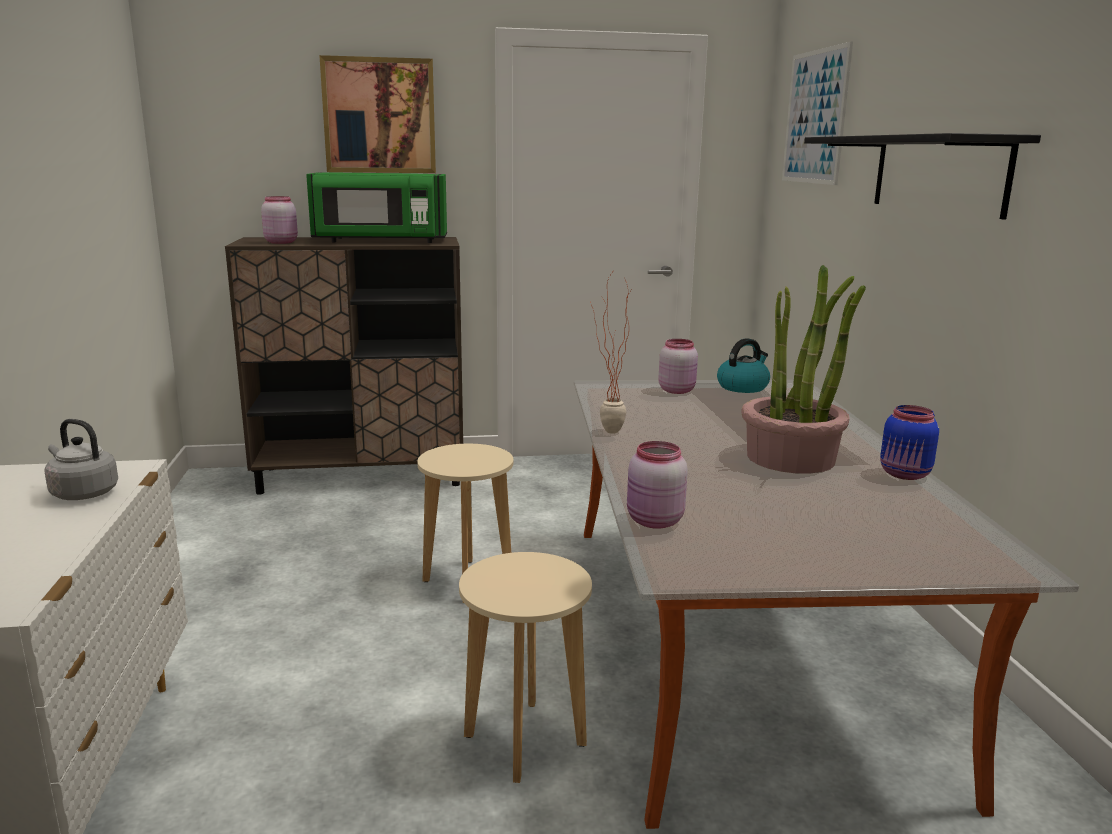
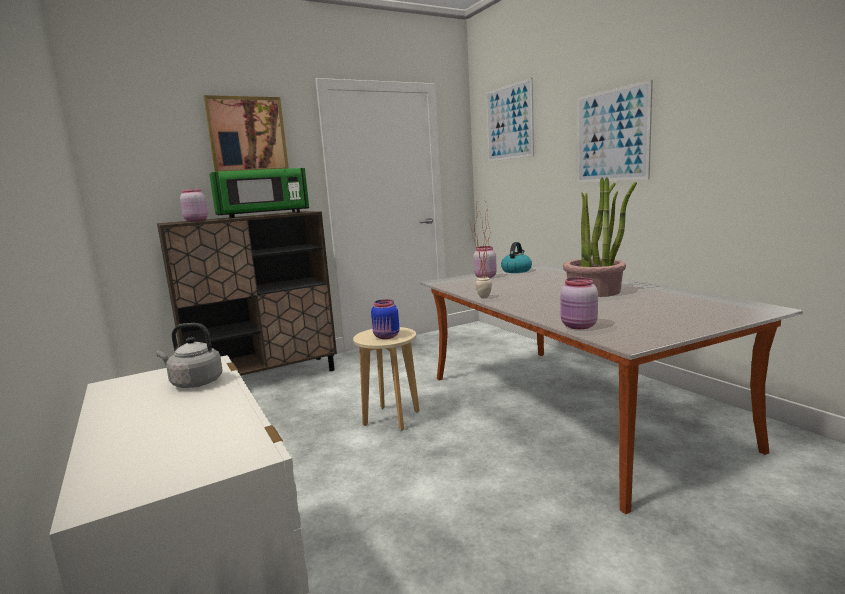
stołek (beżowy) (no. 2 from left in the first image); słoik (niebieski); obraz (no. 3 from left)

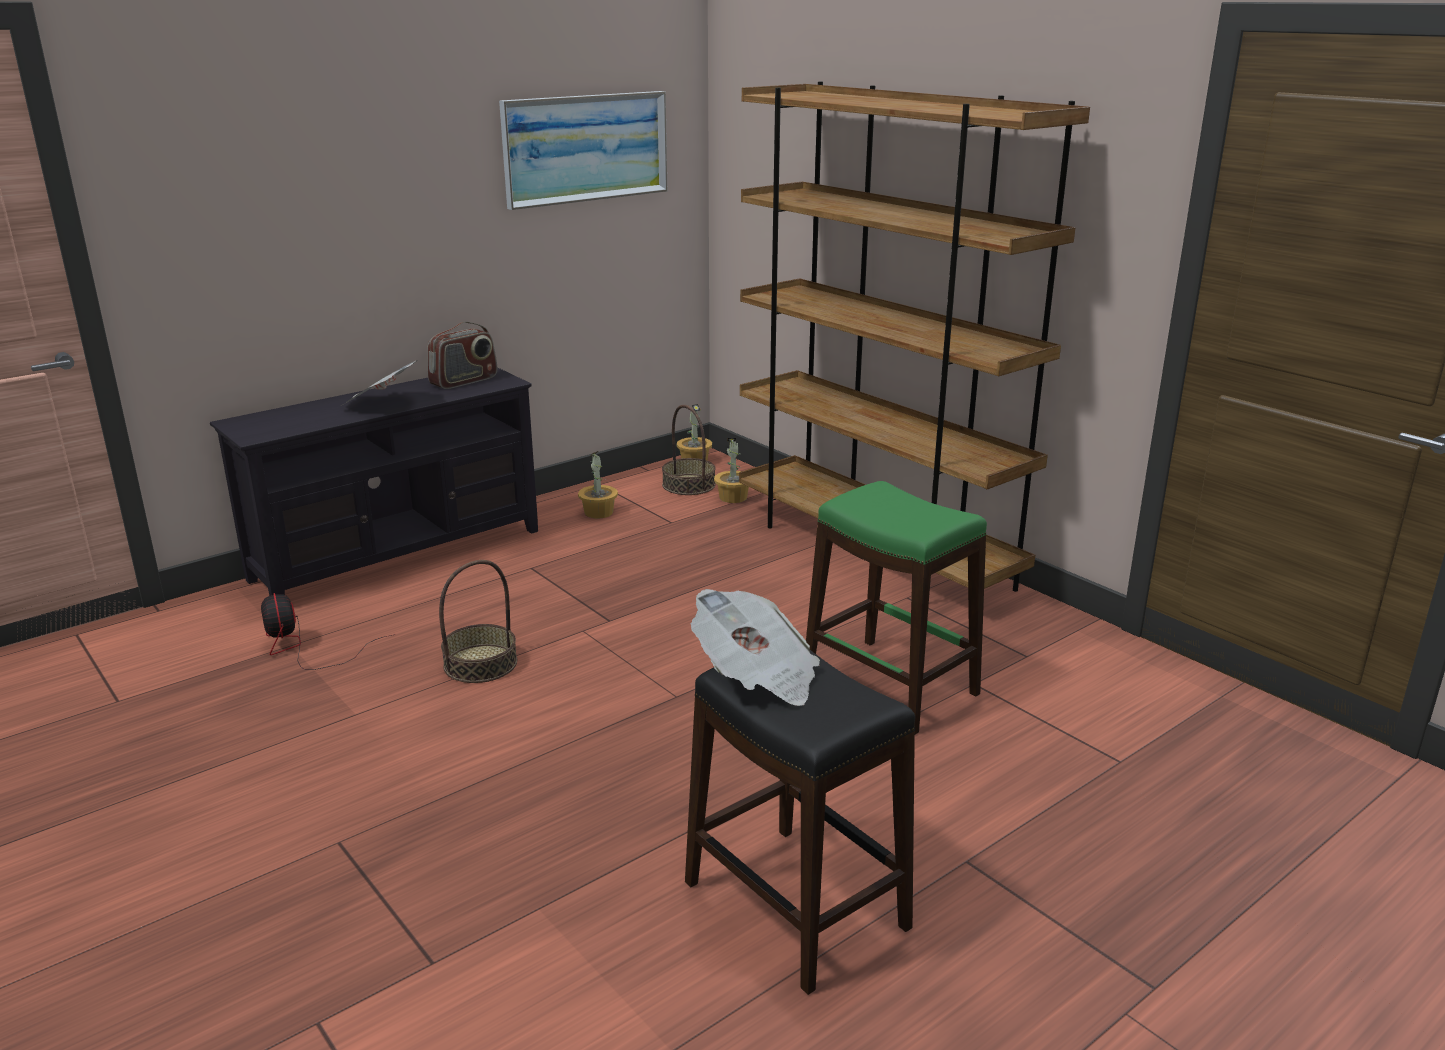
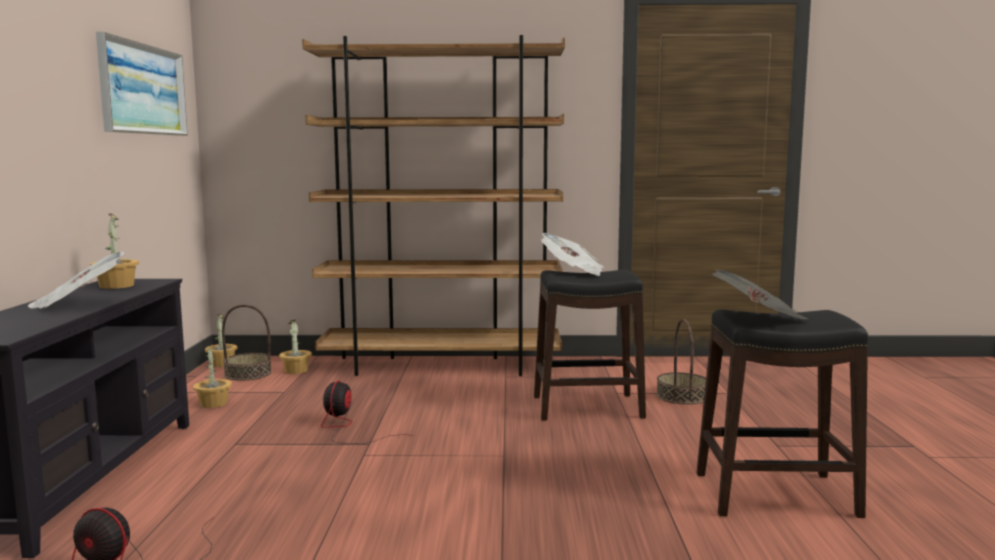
wentylator (no. 2 from left); gazeta (no. 2 from left); koszyk (no. 2 from left); roślina doniczkowa (no. 1 from left); stołek (czarny) (no. 1 from left)

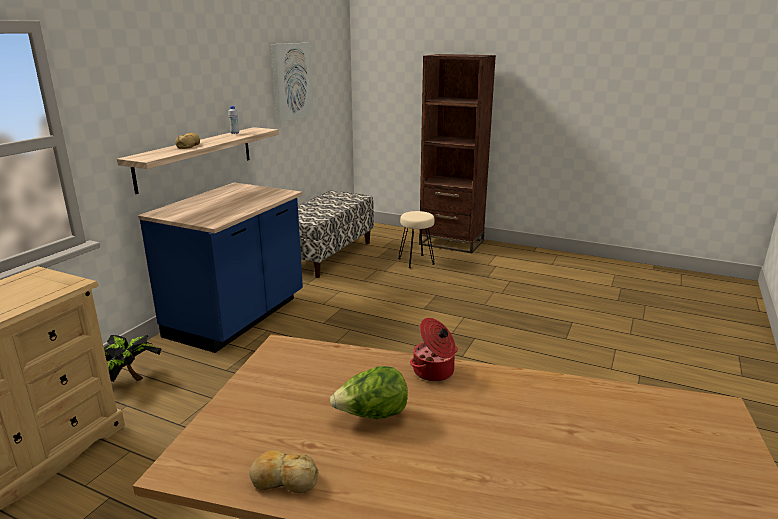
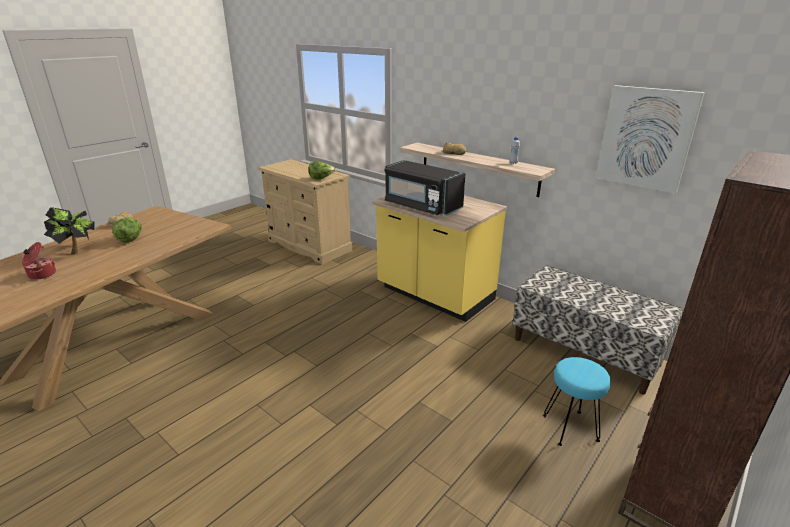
sałata (no. 2 from left); mikrofalówka (czarny); roślina doniczkowa; garnek; zabudowa kuchenna (żółty); stołek (turkusowy)

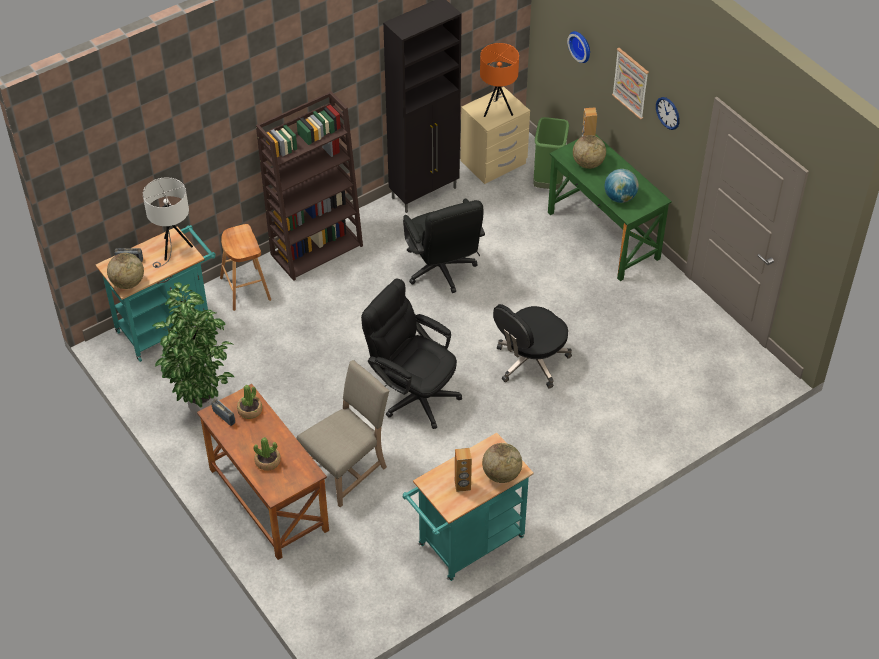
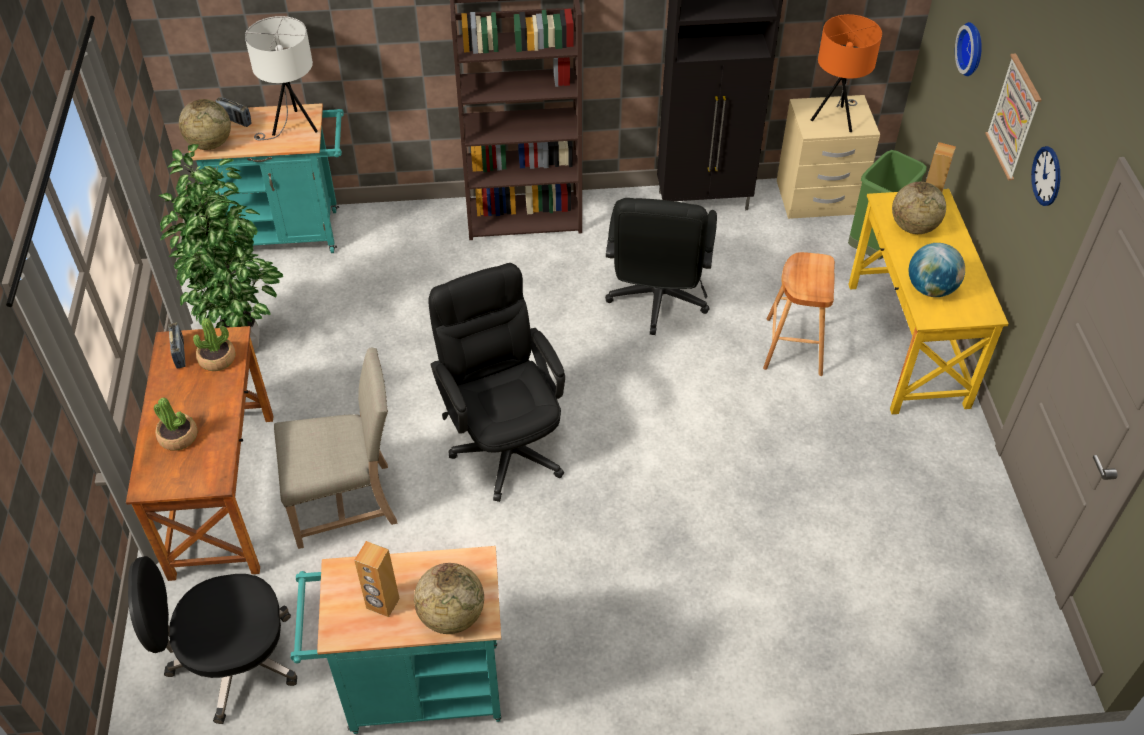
stołek (brązowy); krzesło biurowe (czarny) (no. 1 from left); biurko (żółty)

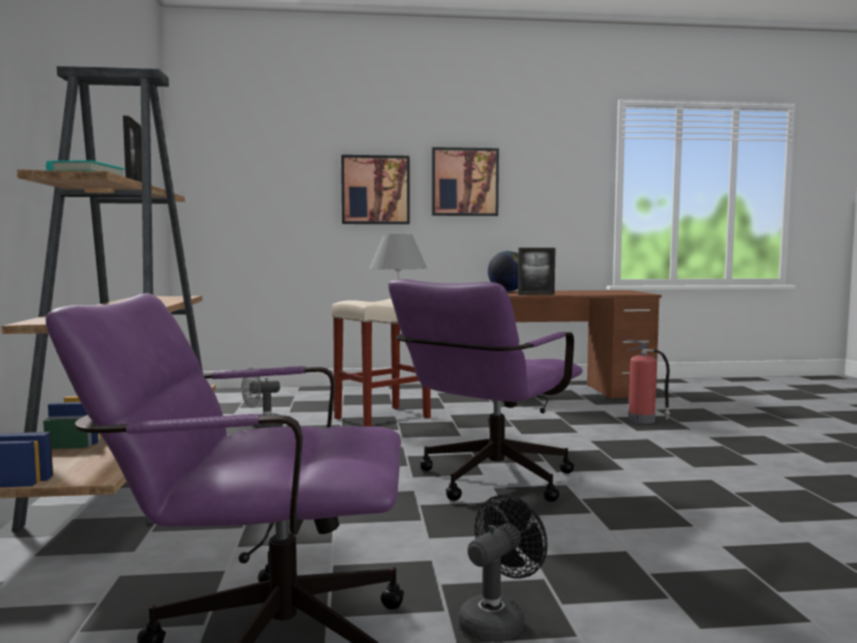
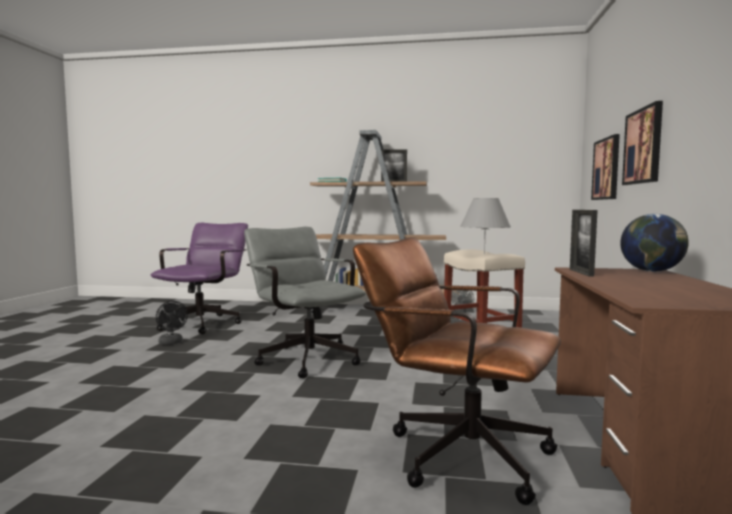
obraz (no. 1 from left); krzesło biurowe (brązowy); krzesło biurowe (szary)

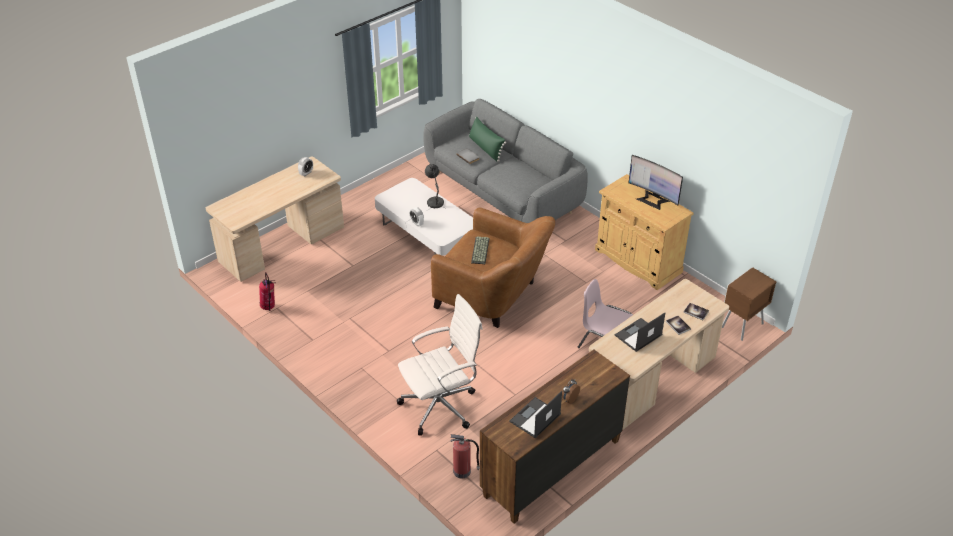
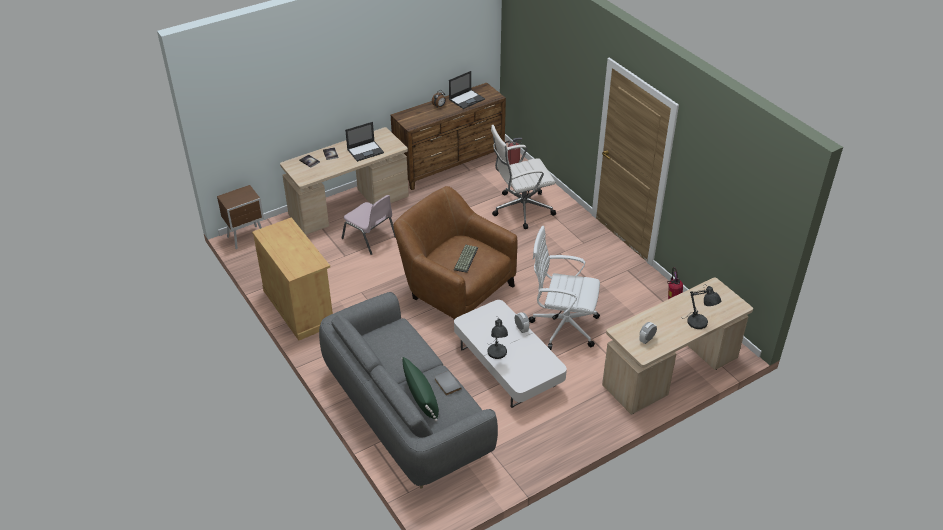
monitor; krzesło biurowe (biały) (no. 2 from left); lampa stołowa (szary) (no. 2 from left)

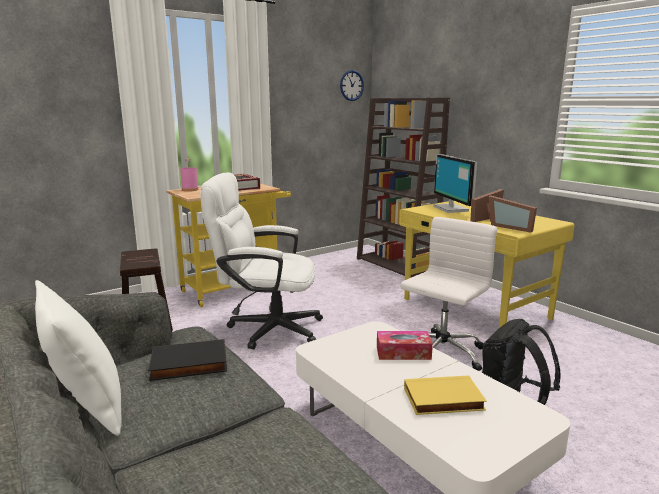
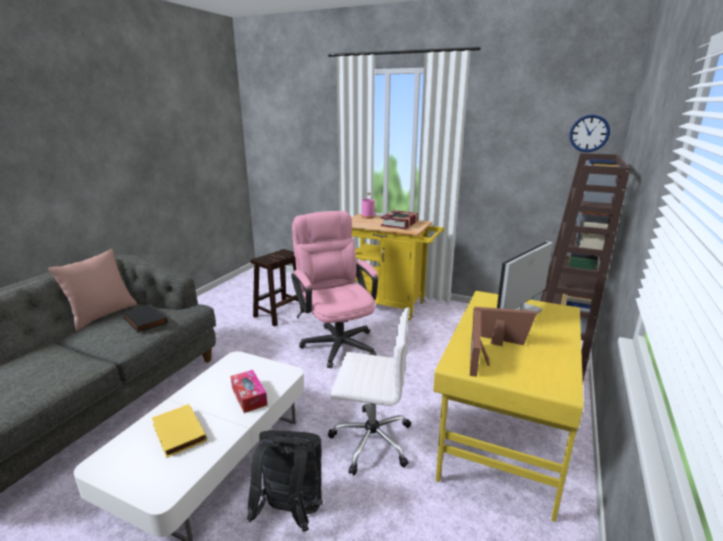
poduszka (różowy); krzesło biurowe (różowy)

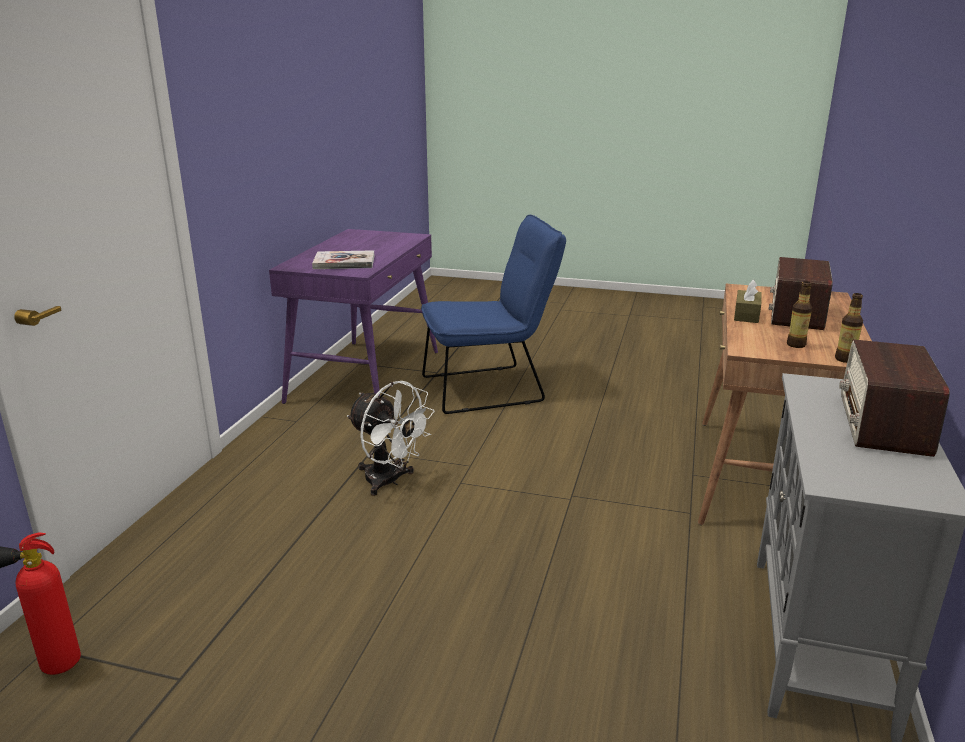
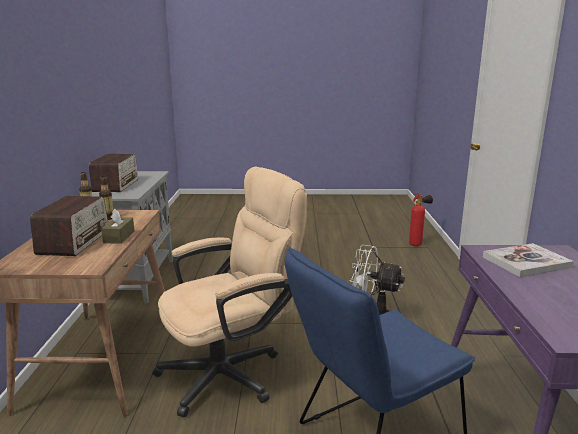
krzesło biurowe (beżowy)

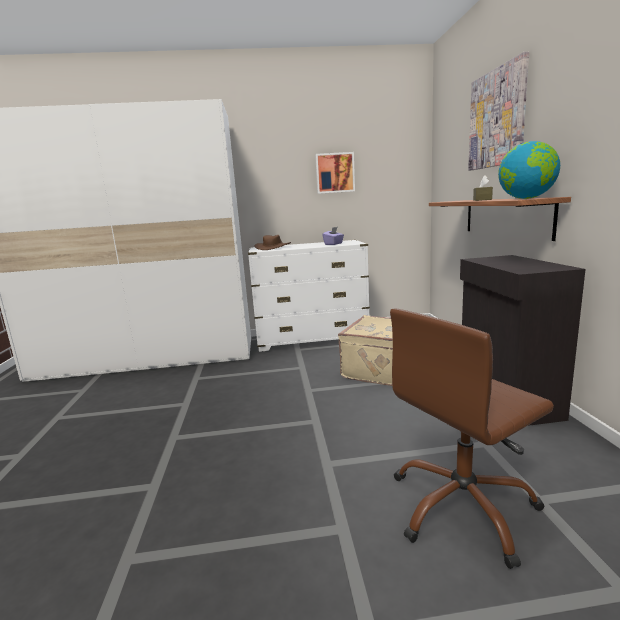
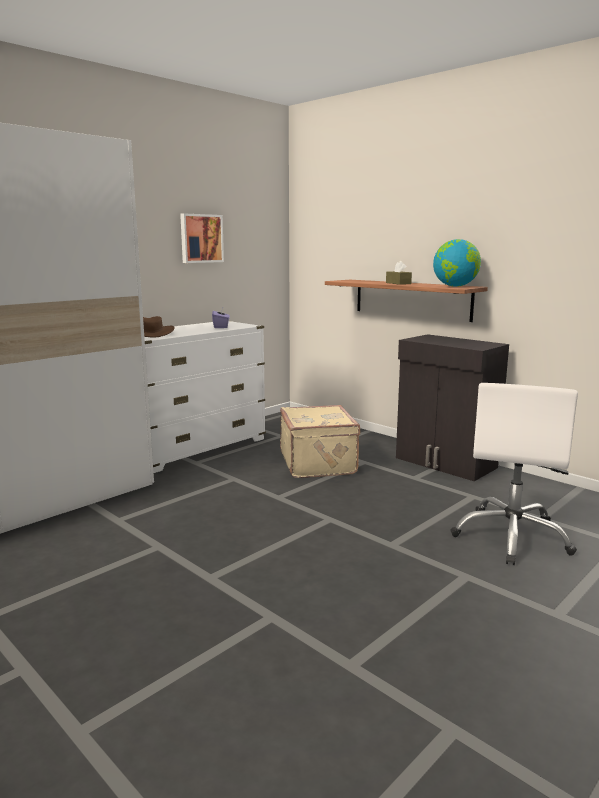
obraz (no. 2 from left in the first image); krzesło biurowe (biały)

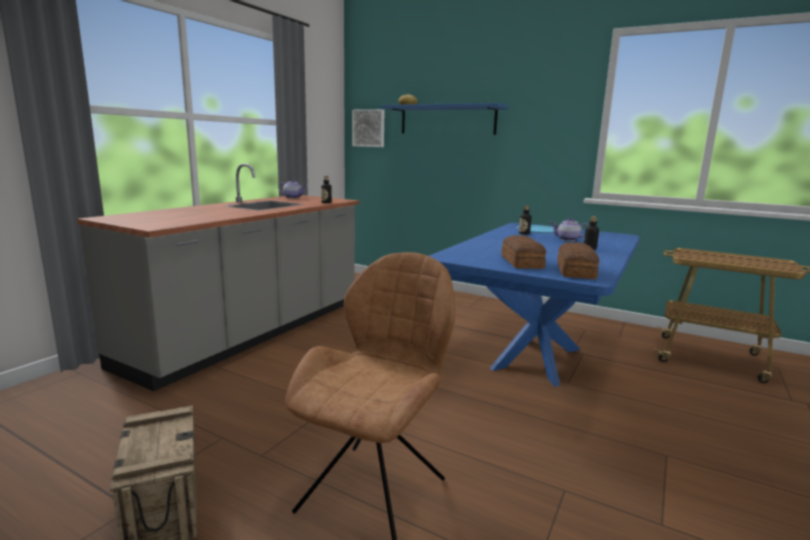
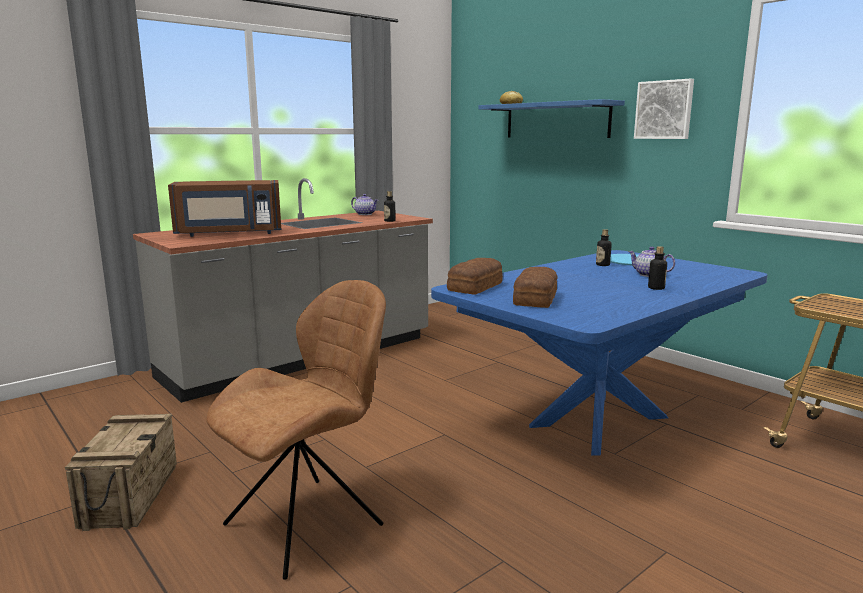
mikrofalówka (brązowy); obraz; chleb (no. 1 from left)

